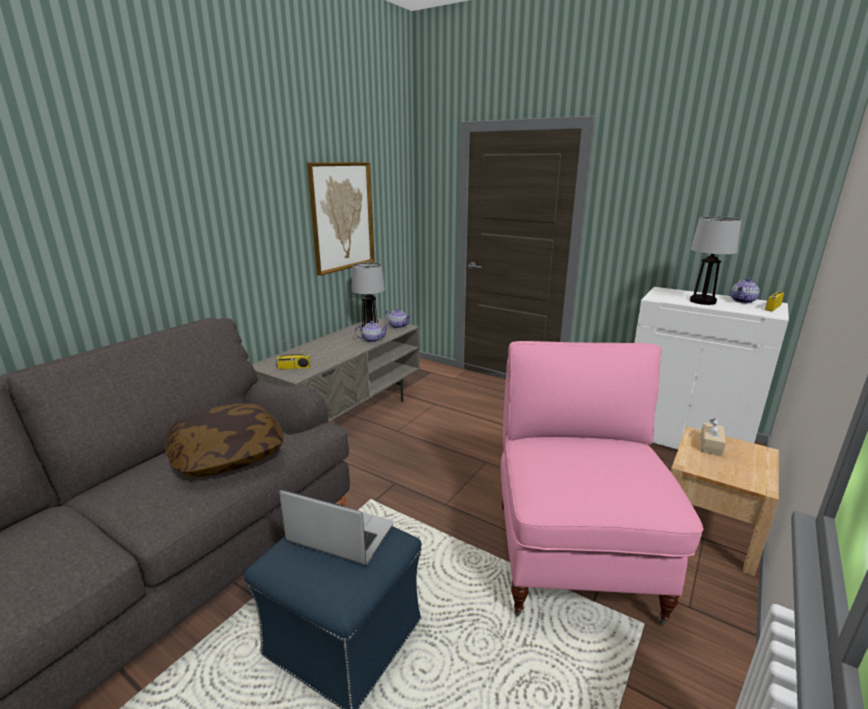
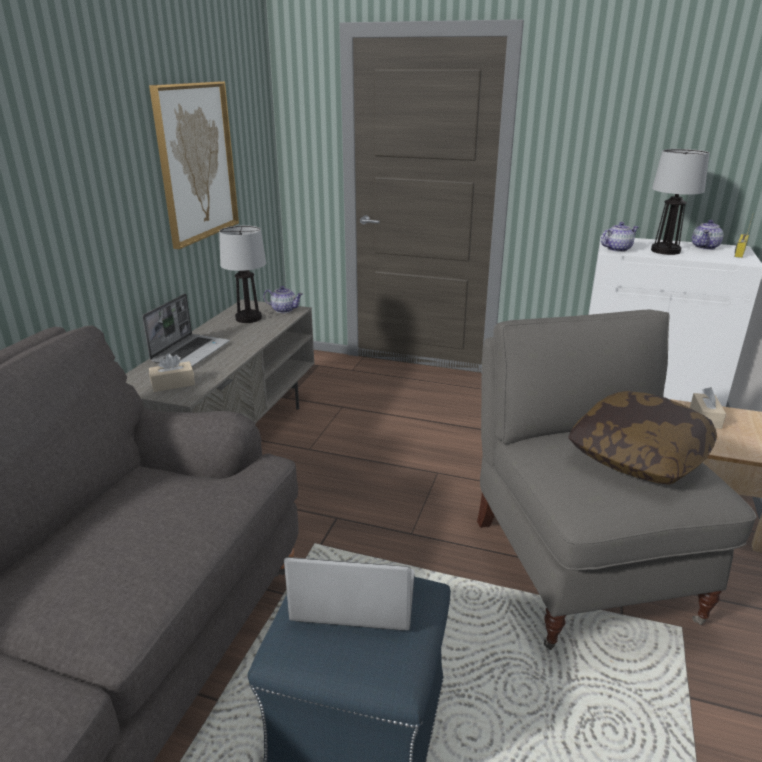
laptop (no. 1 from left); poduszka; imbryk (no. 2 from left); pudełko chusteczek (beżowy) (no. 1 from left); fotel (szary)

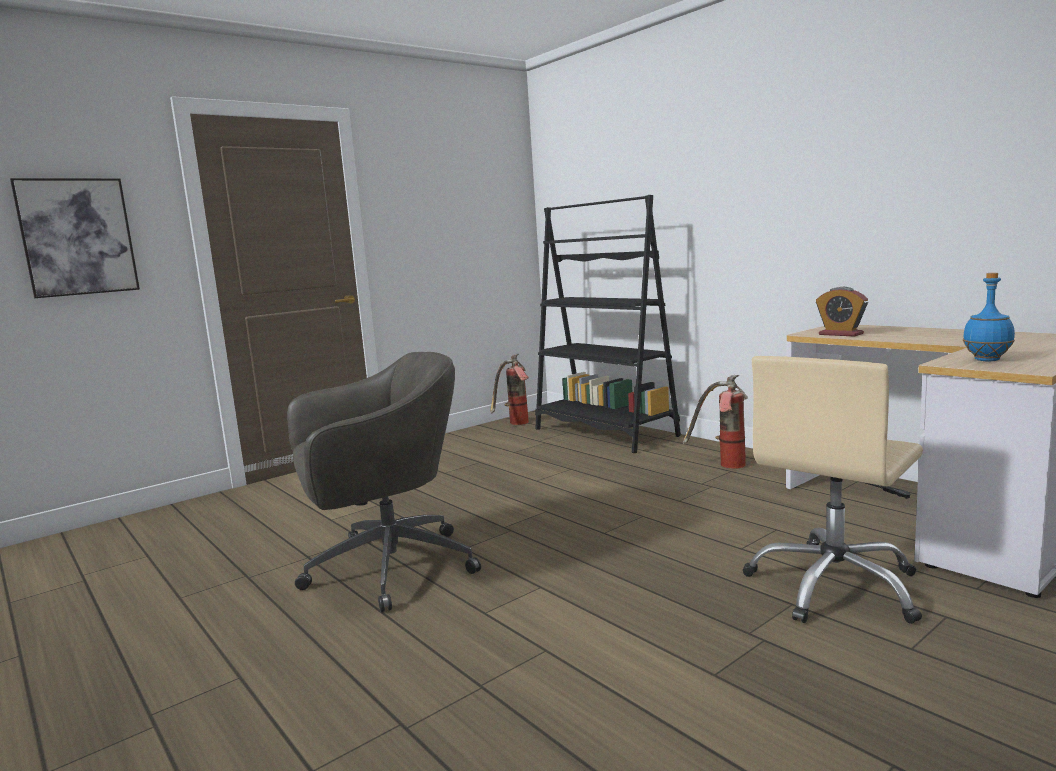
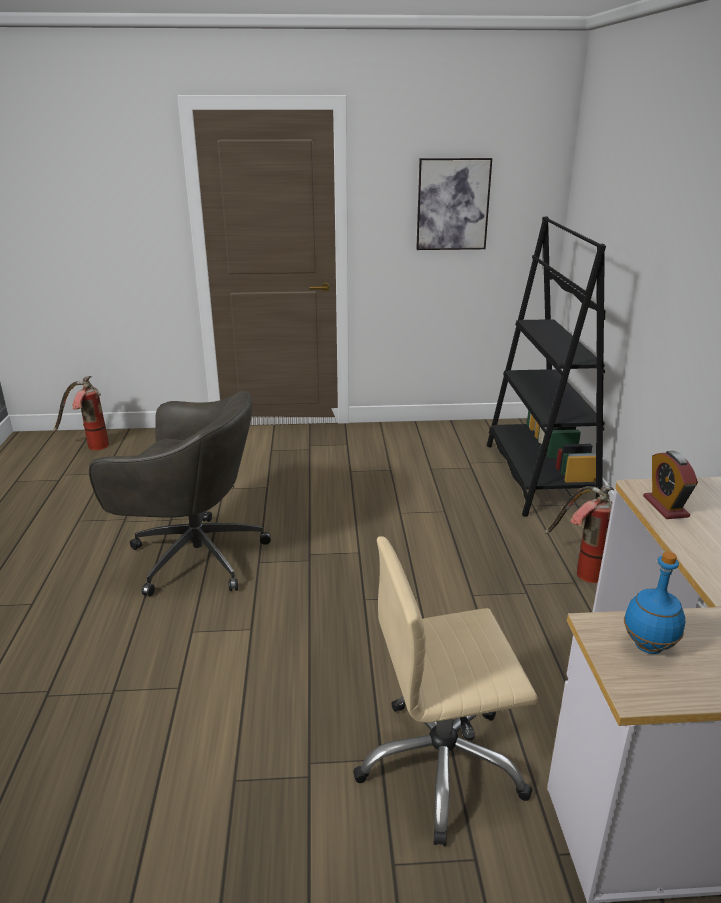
obraz; gaśnica (no. 1 from left)

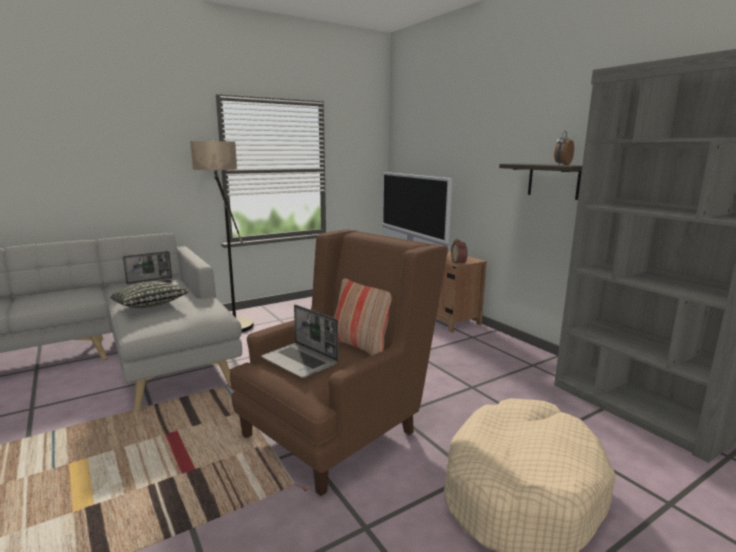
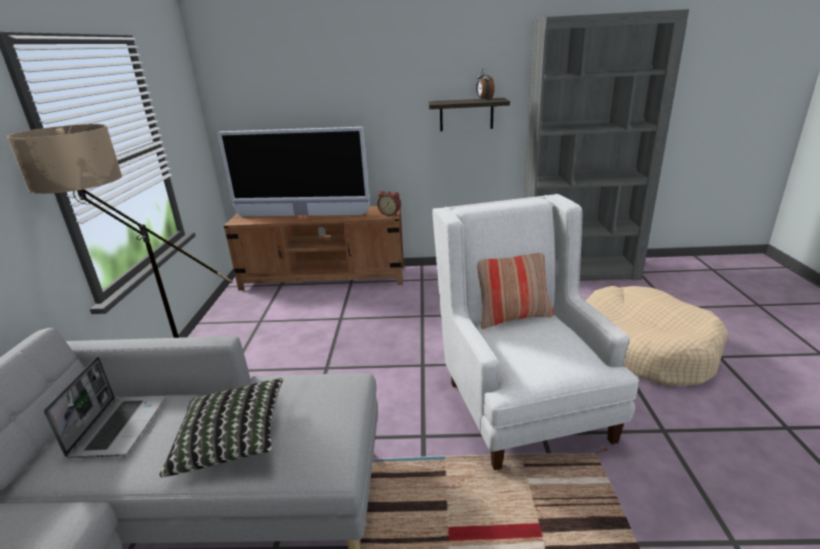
laptop (no. 2 from left in the first image); fotel (biały)

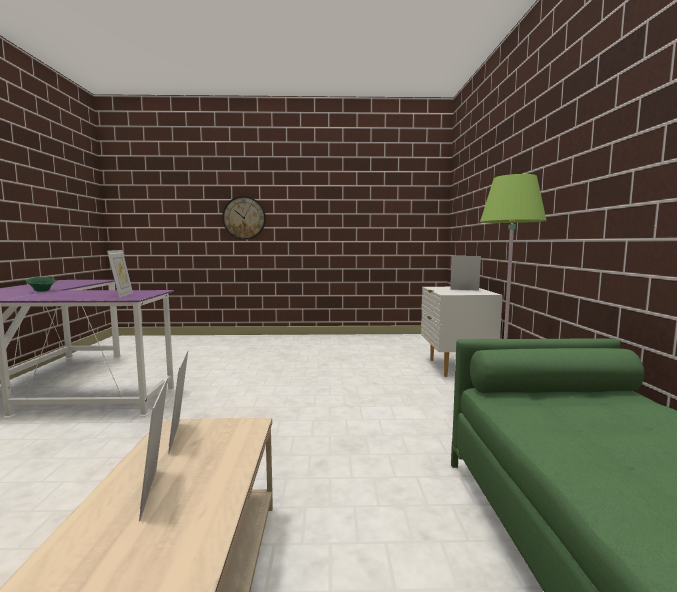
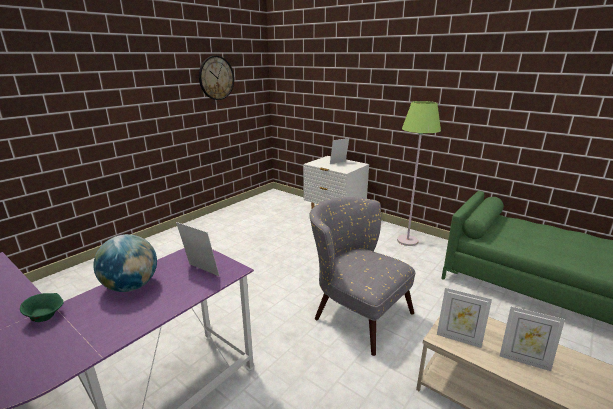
globus; fotel (szary); zegar ścienny

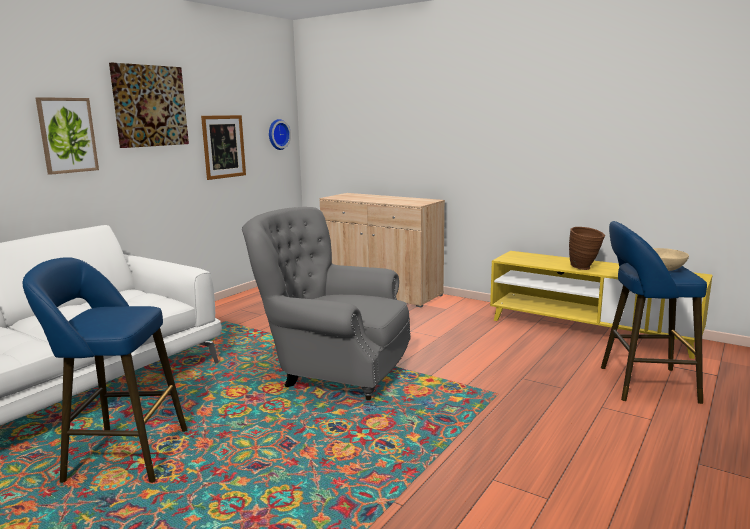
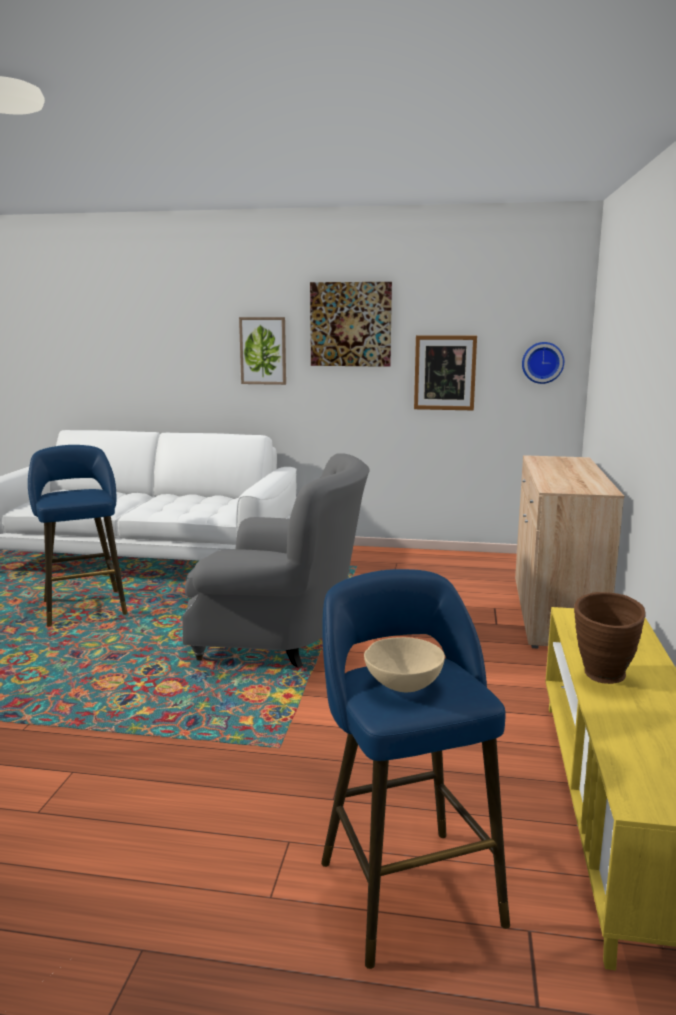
fotel (szary)

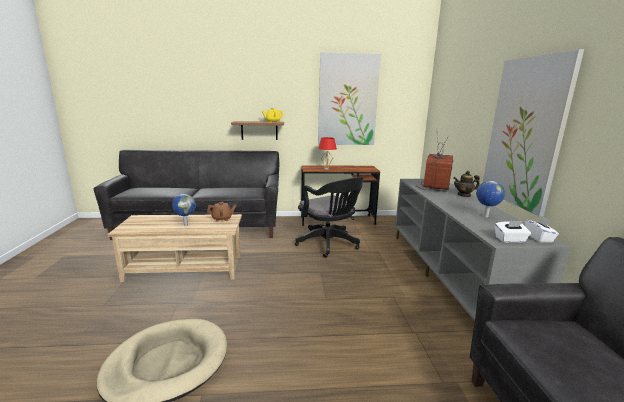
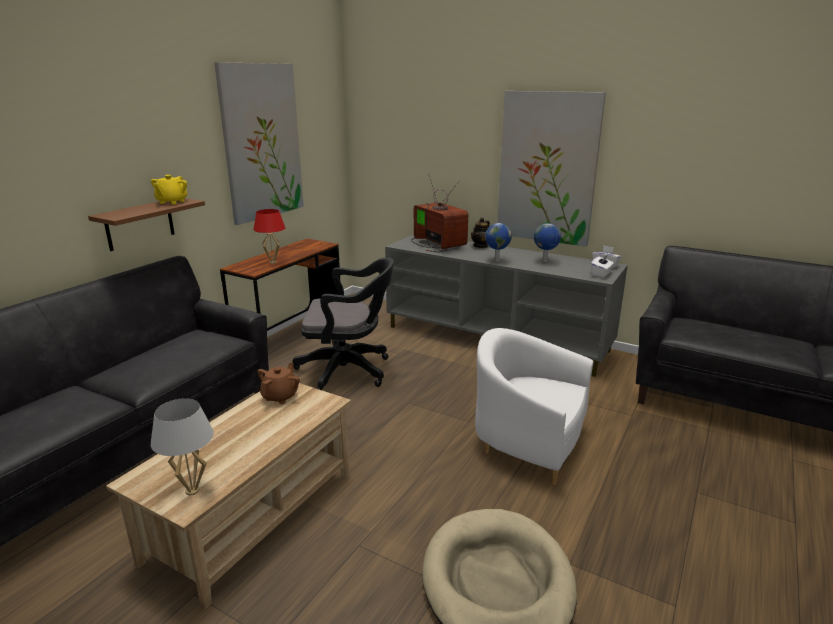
lampa stołowa (biały); fotel (biały); globus (no. 1 from left)

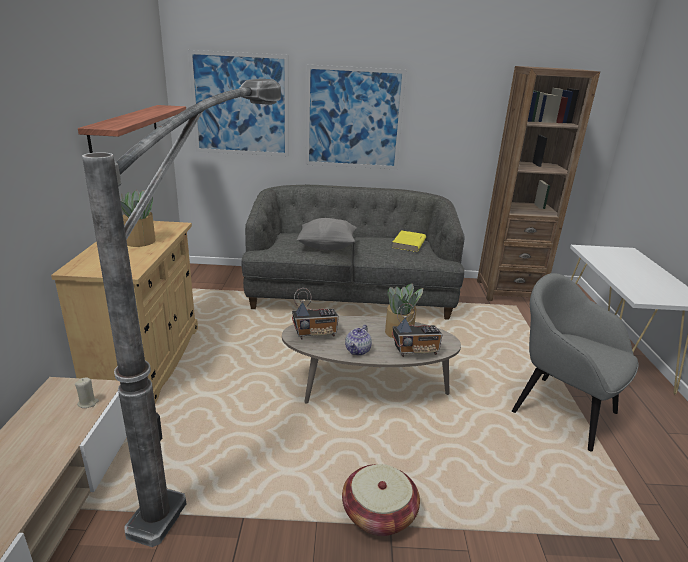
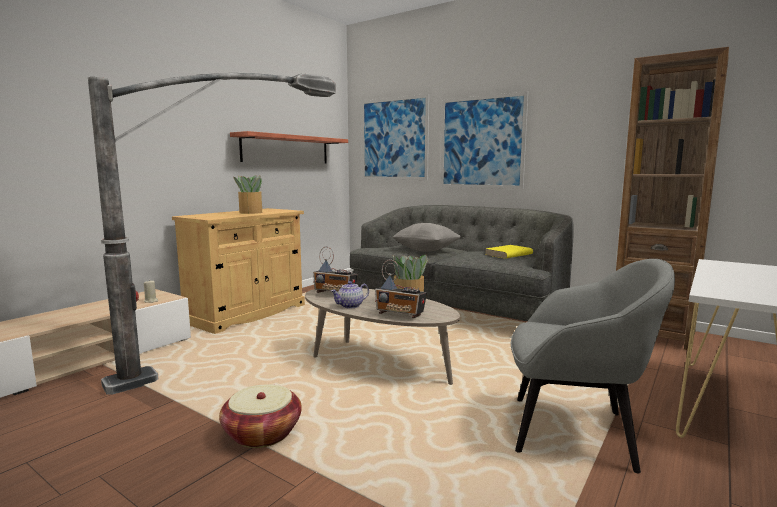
fotel (szary)

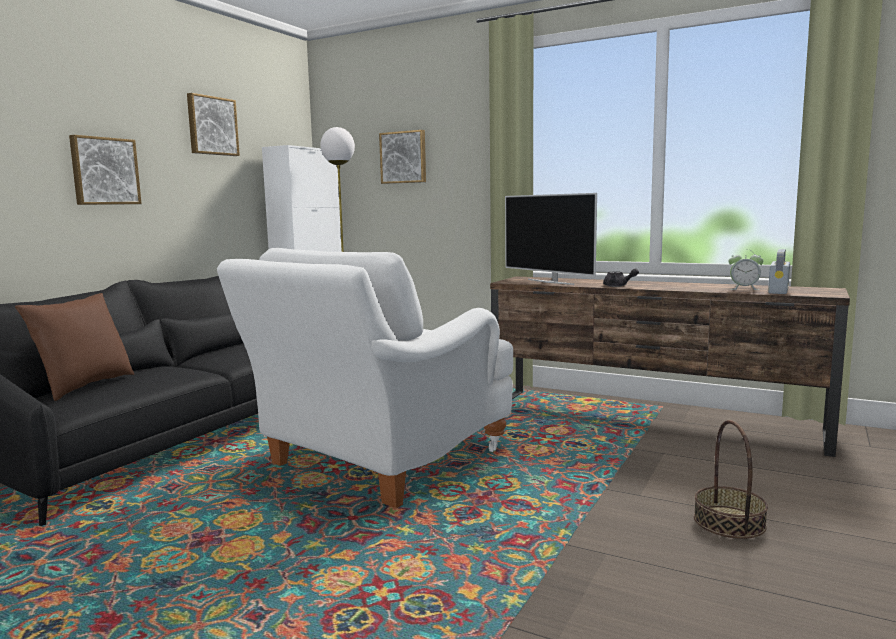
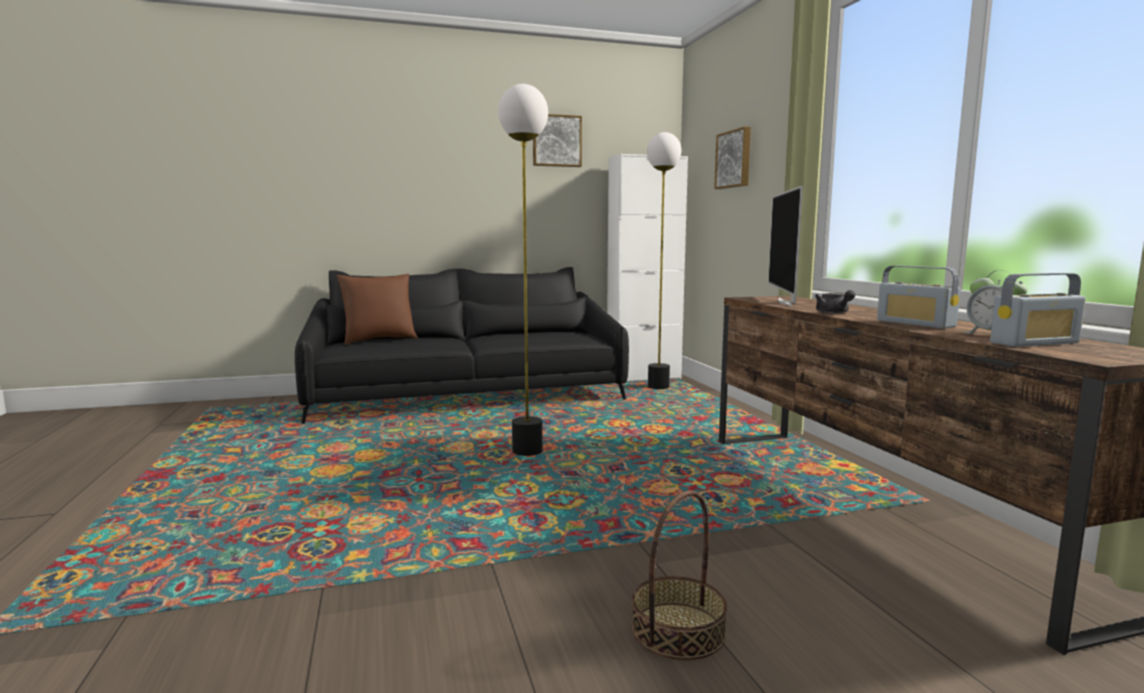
obraz (no. 1 from left in the first image); radio (no. 1 from left); lampa stojąca (no. 1 from left)

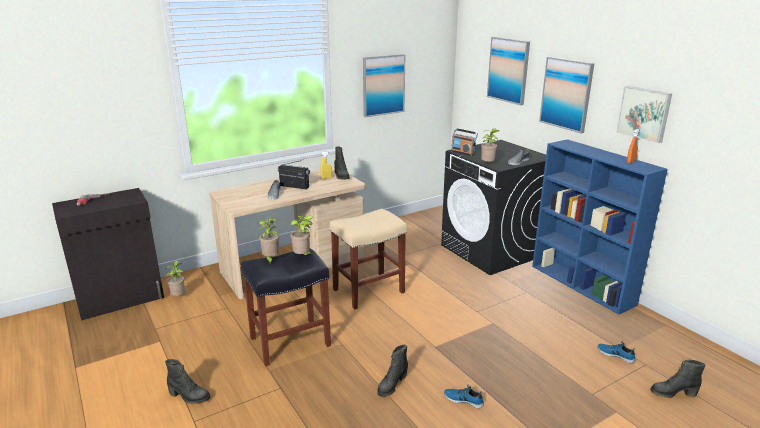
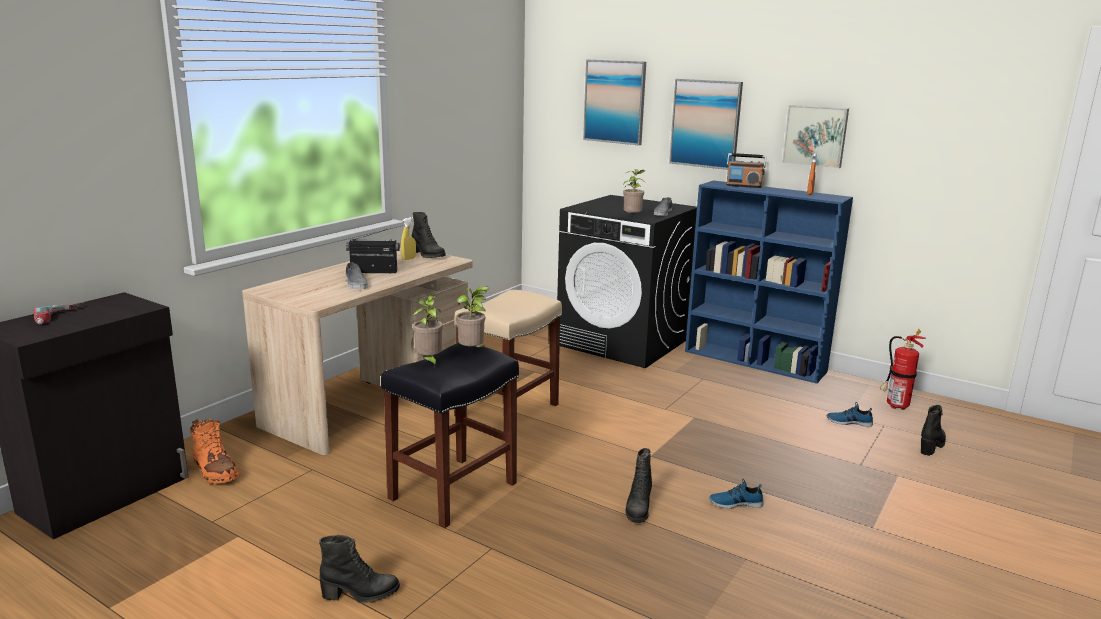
obraz (no. 1 from left in the first image); gaśnica; radio (no. 2 from left); but z cholewką (pomarańczowy); but z cholewką (czarny) (no. 4 from left)

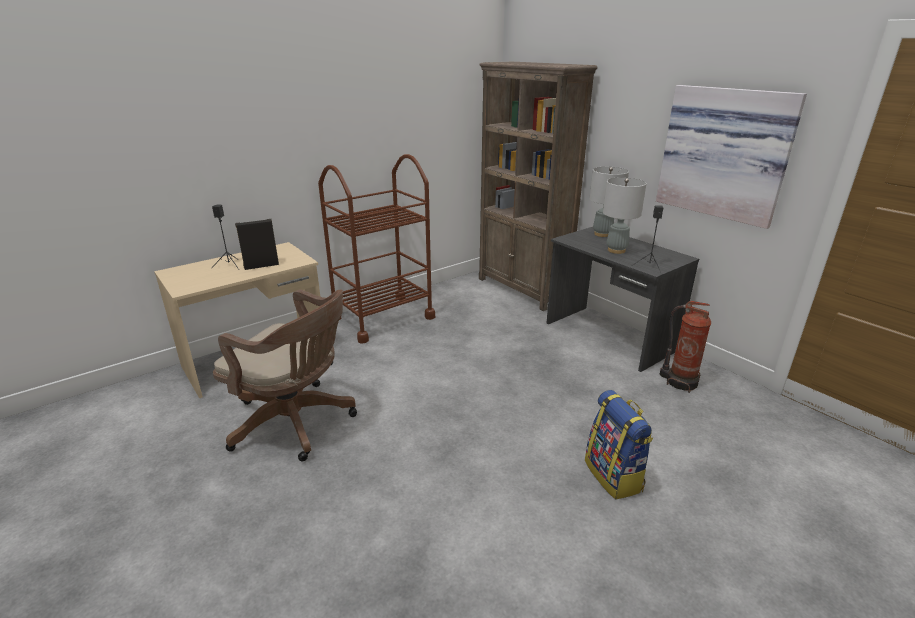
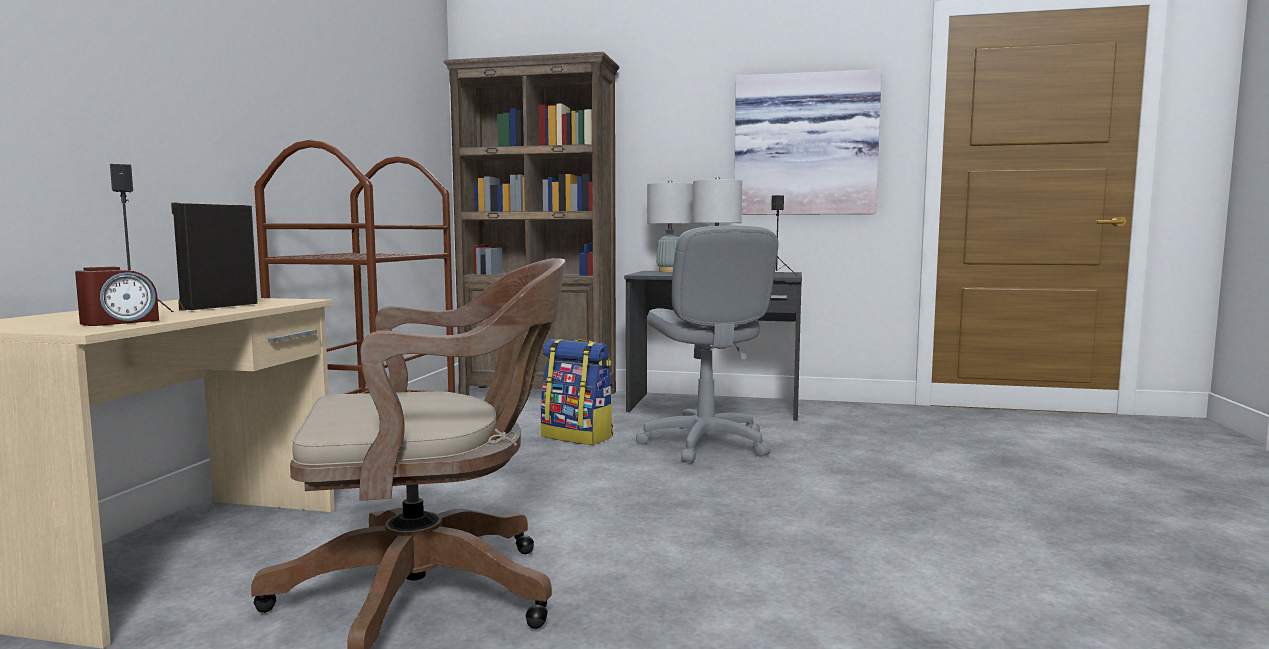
gaśnica; budzik; krzesło biurowe (szary); plecak

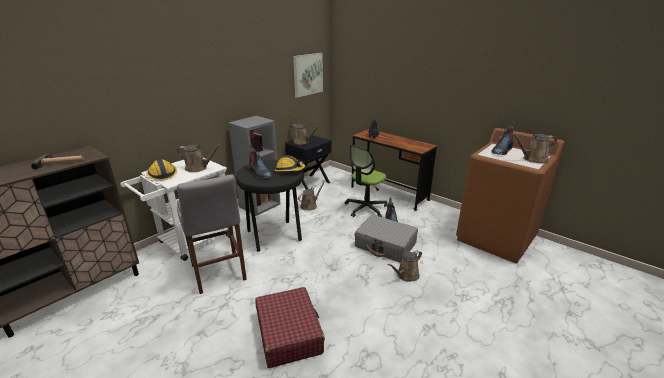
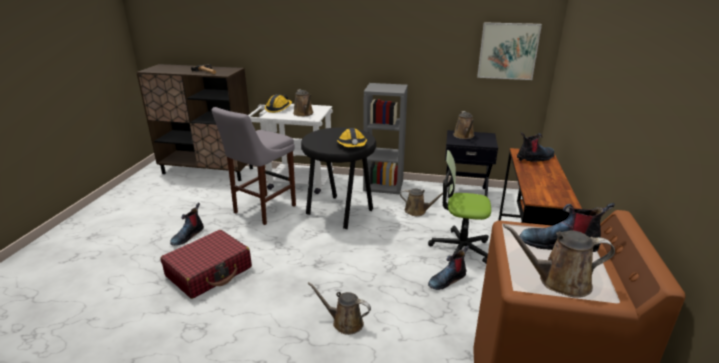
walizka (szary); but z cholewką (no. 1 from left); konewka (brązowy) (no. 5 from left)

